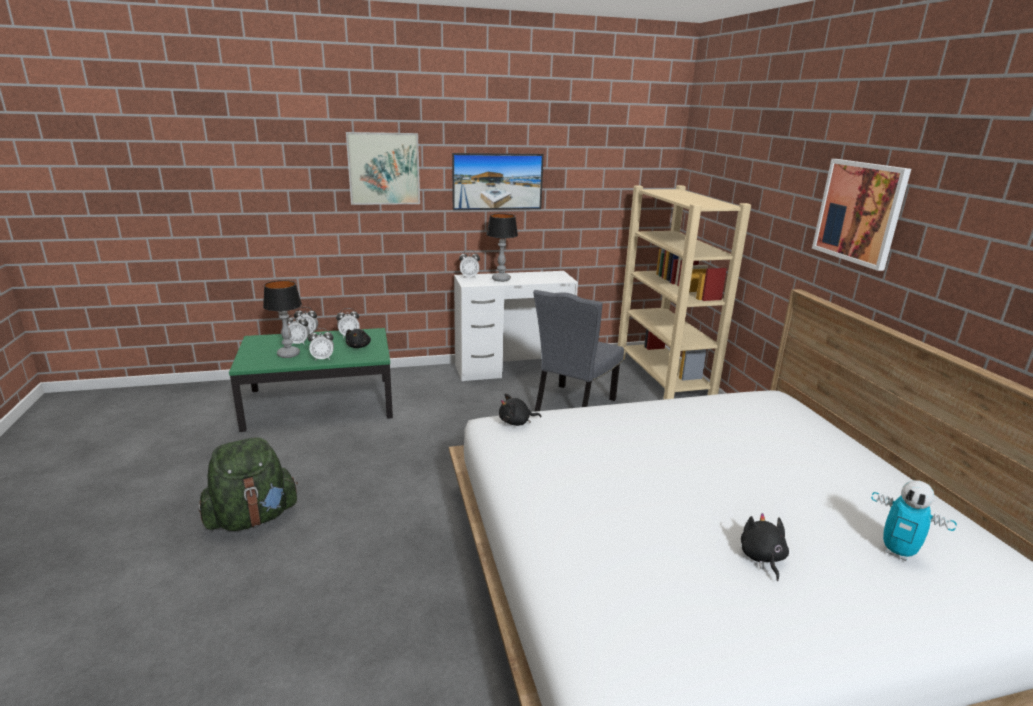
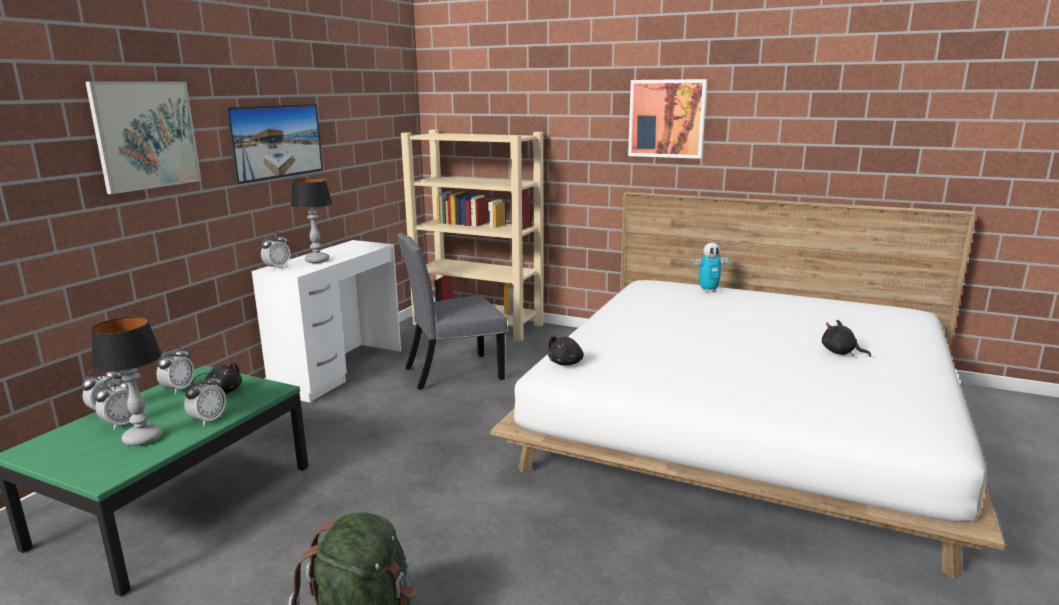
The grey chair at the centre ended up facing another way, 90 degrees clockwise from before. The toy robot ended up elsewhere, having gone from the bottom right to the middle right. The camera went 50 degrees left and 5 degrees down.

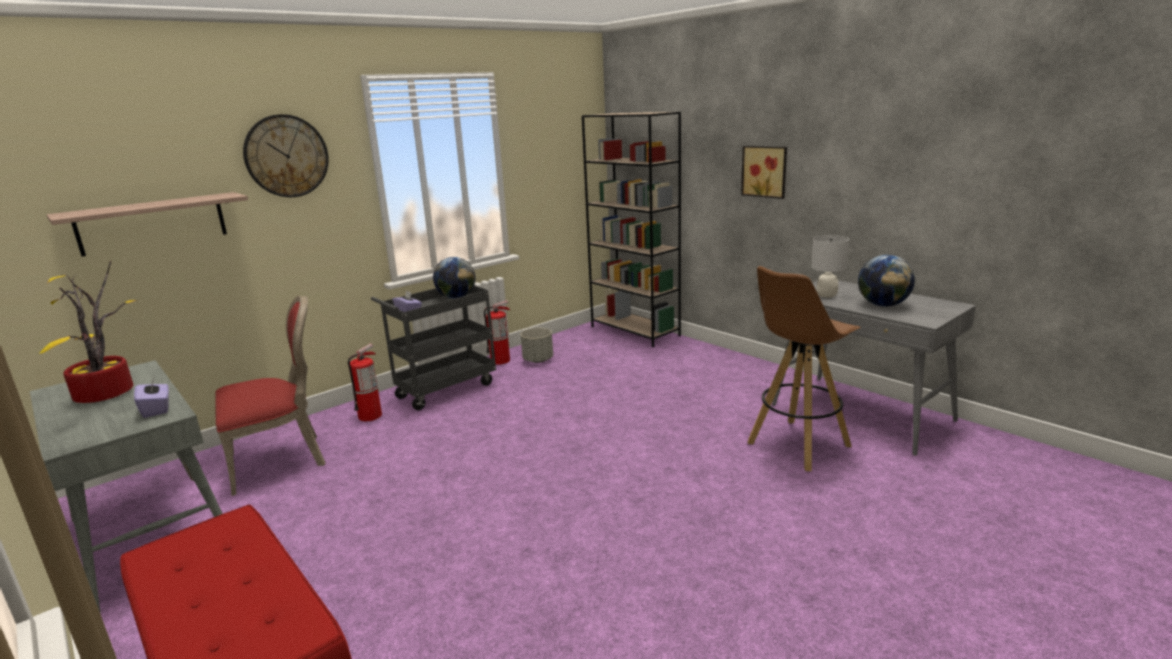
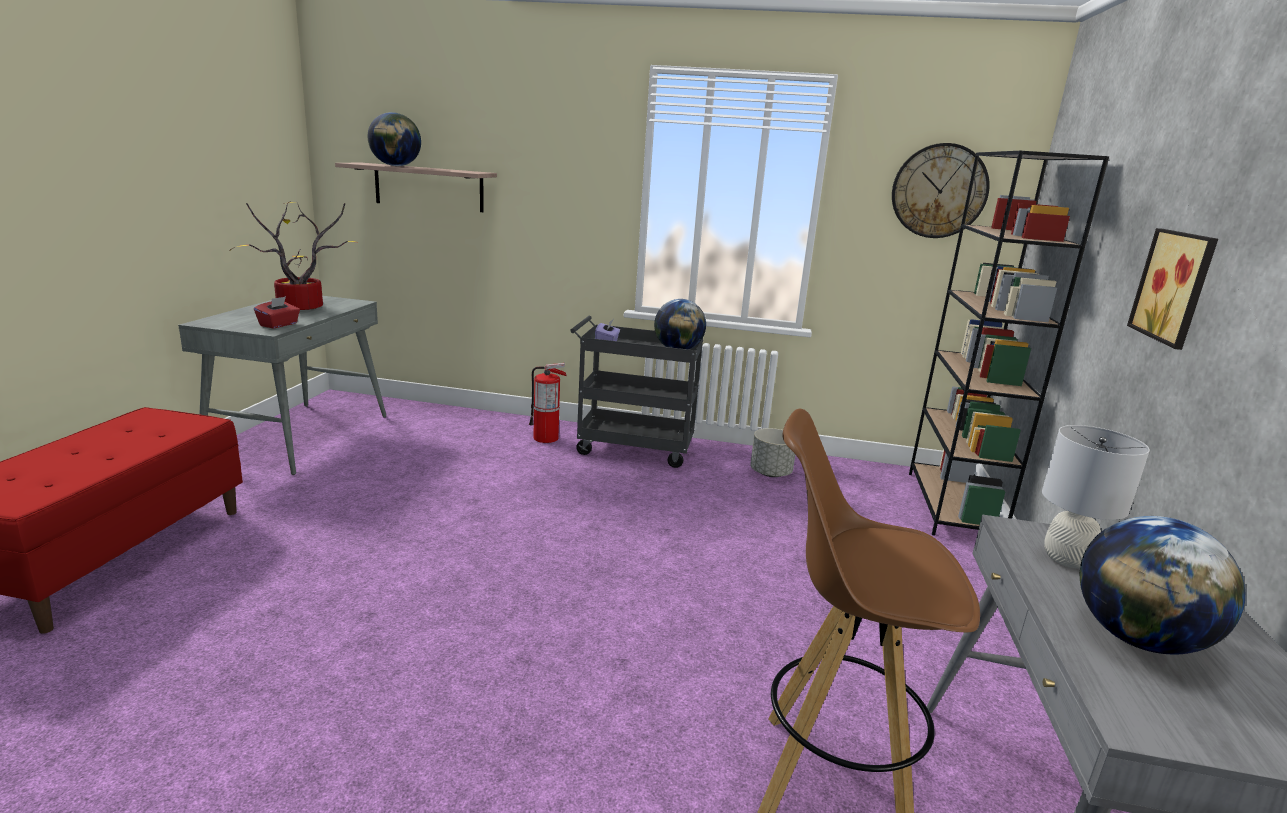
The wall clock ended up elsewhere, having gone from the top left to the top right. The second view lost the red chair at the middle left. The second view lost the fire extinguisher (no. 2 from left) at the centre. What was the purple tissue box (no. 1 from left) at the middle left turned into the red tissue box at the middle left. The second view gained the globe (no. 1 from left) at the top left. The camera went 50 degrees right and 0 degrees up.

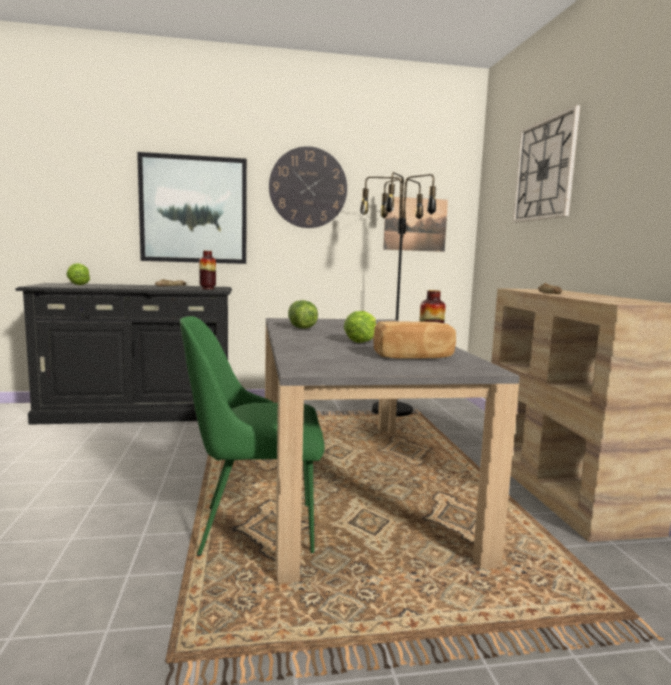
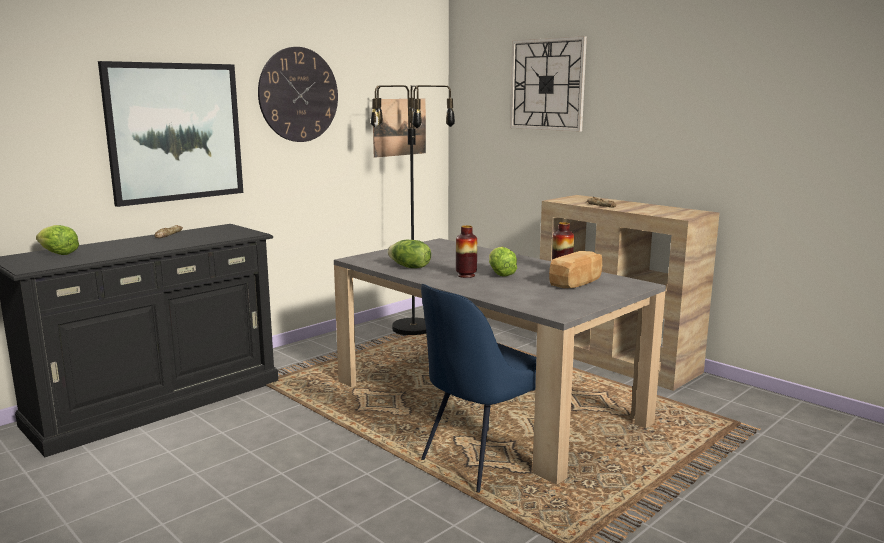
The vase (no. 1 from left) ended up elsewhere, having gone from the middle left to the centre. What was the green chair at the centre turned into the blue chair at the bottom centre. The camera went 35 degrees left and 5 degrees up.

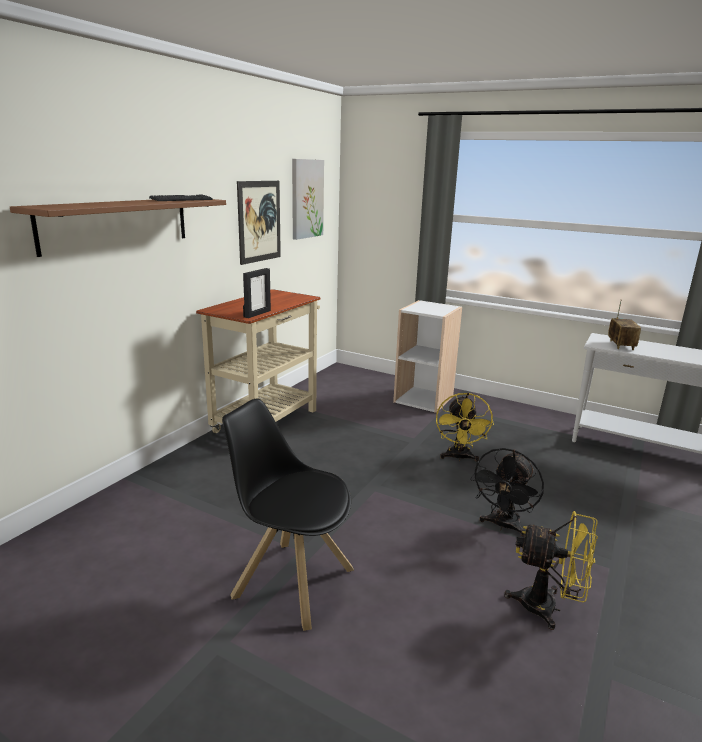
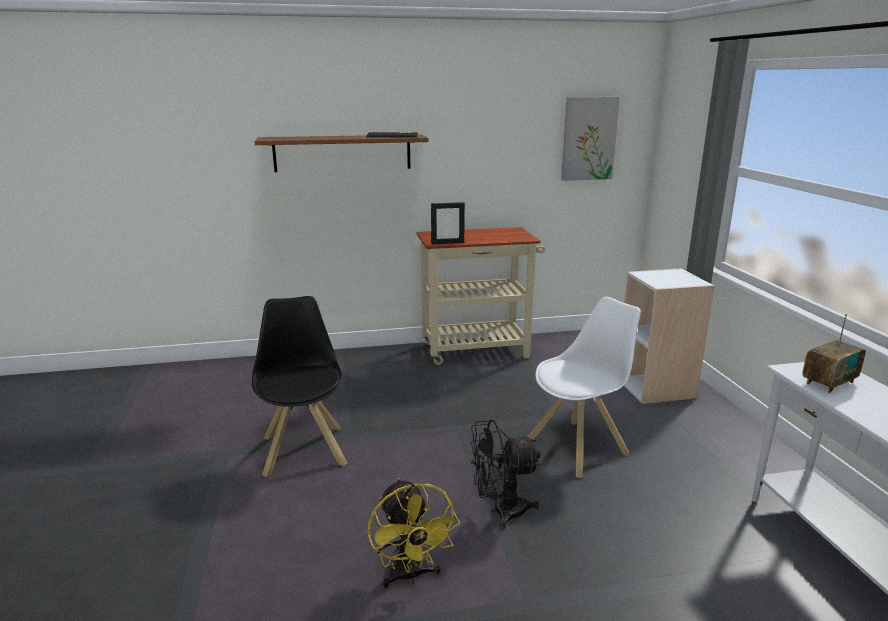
The second view lost the picture (no. 1 from left) at the top centre. Where the yellow fan (no. 1 from left) stood at the centre, the white chair came to stand at the centre. The camera went 50 degrees right and 0 degrees up.

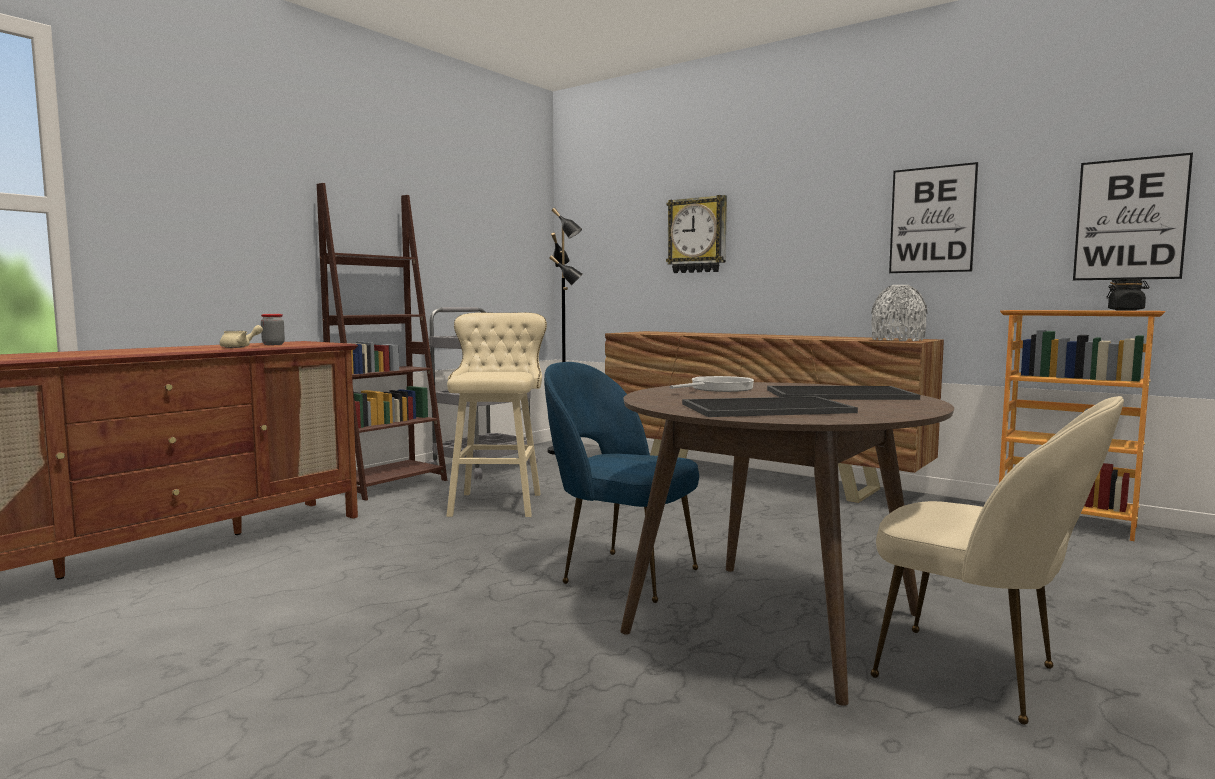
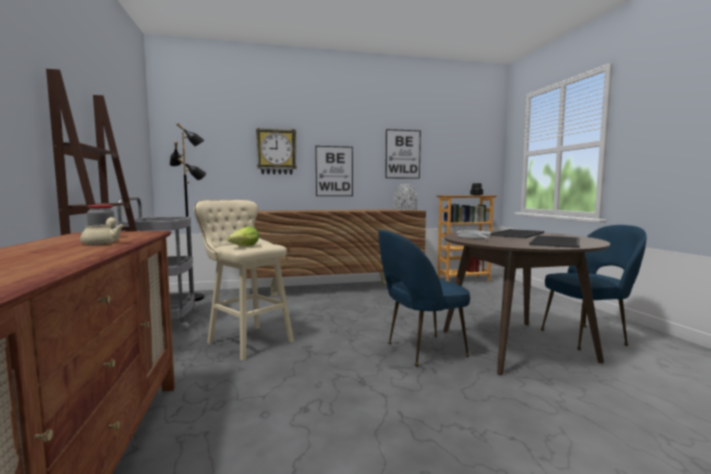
The picture (no. 2 from left in the first image) ended up elsewhere, having gone from the top right to the centre. What was the beige chair at the bottom right turned into the blue chair (no. 2 from left) at the middle right. The second view gained the lettuce at the centre. The camera went 50 degrees left and 0 degrees up.

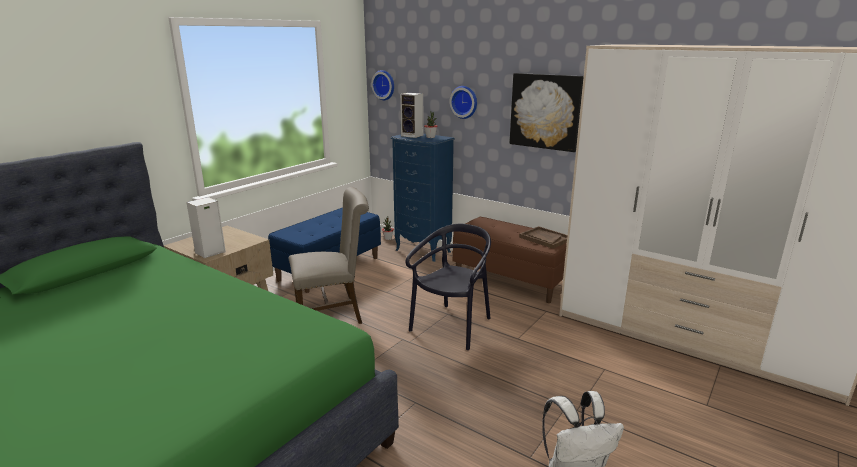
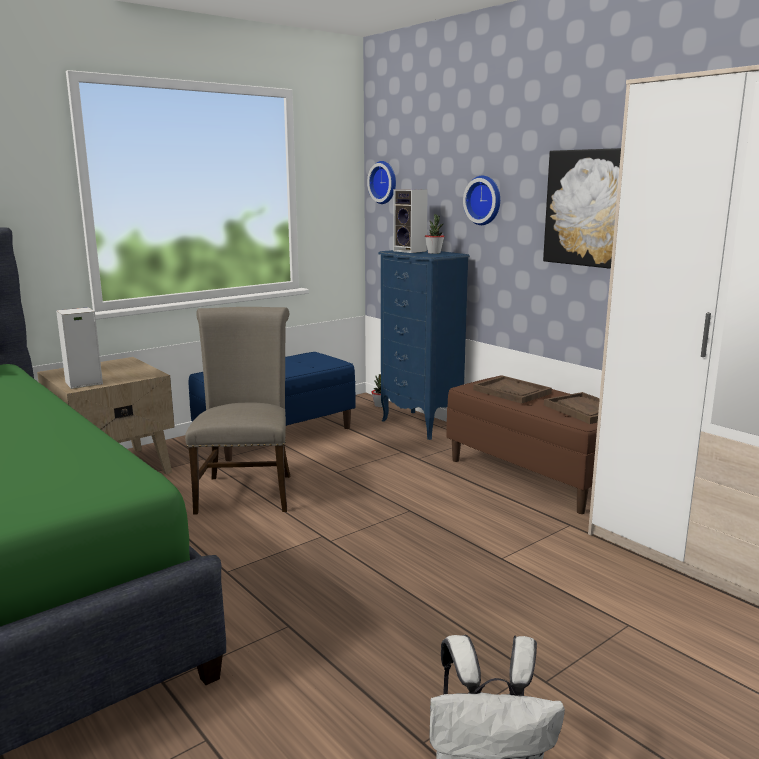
The beige chair at the centre ended up facing another way, 90 degrees counterclockwise from before. The second view lost the black chair at the centre. The second view gained the brown tray (no. 1 from left) at the middle right. The camera went 15 degrees right and 5 degrees down.

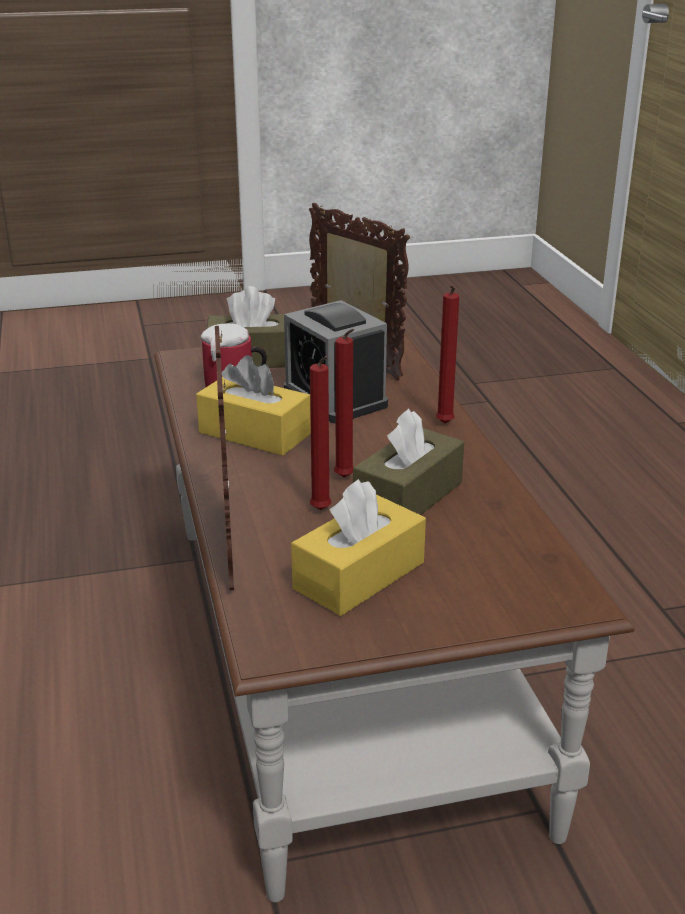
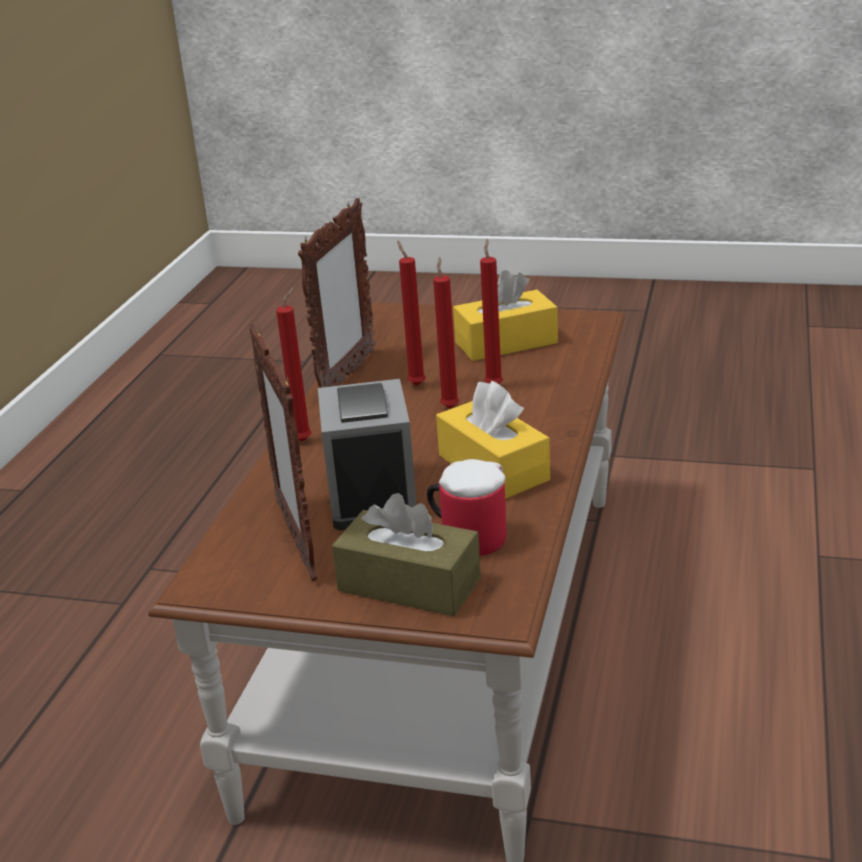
The picture frame (no. 1 from left in the first image) ended up elsewhere, having gone from the middle left to the centre. Where the brown tissue box (no. 2 from left) stood at the centre, the red candle (no. 2 from left) came to stand at the centre. The camera went 150 degrees left and 0 degrees up.

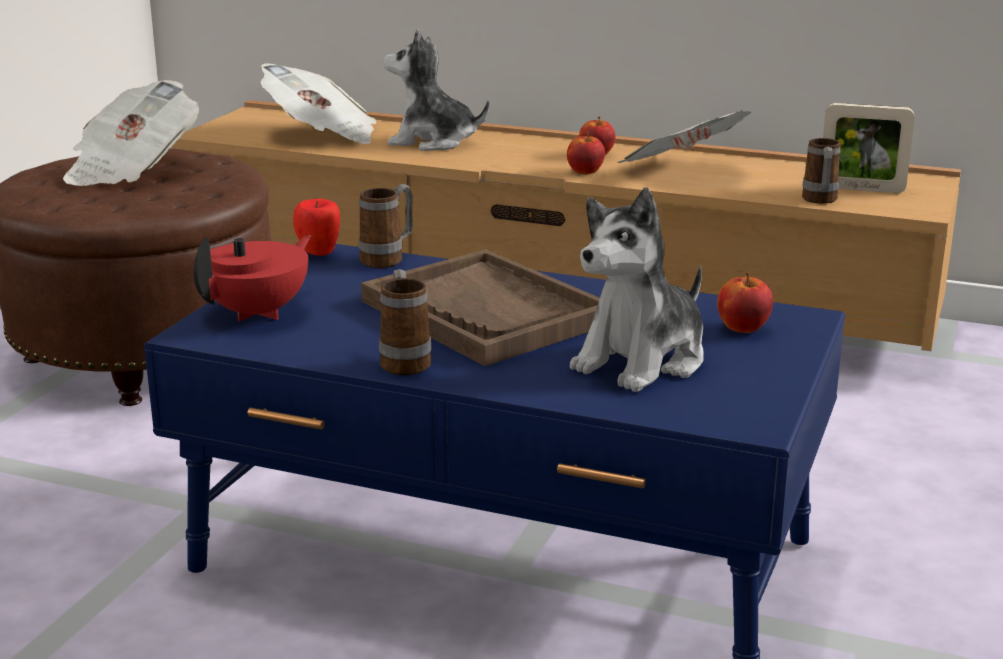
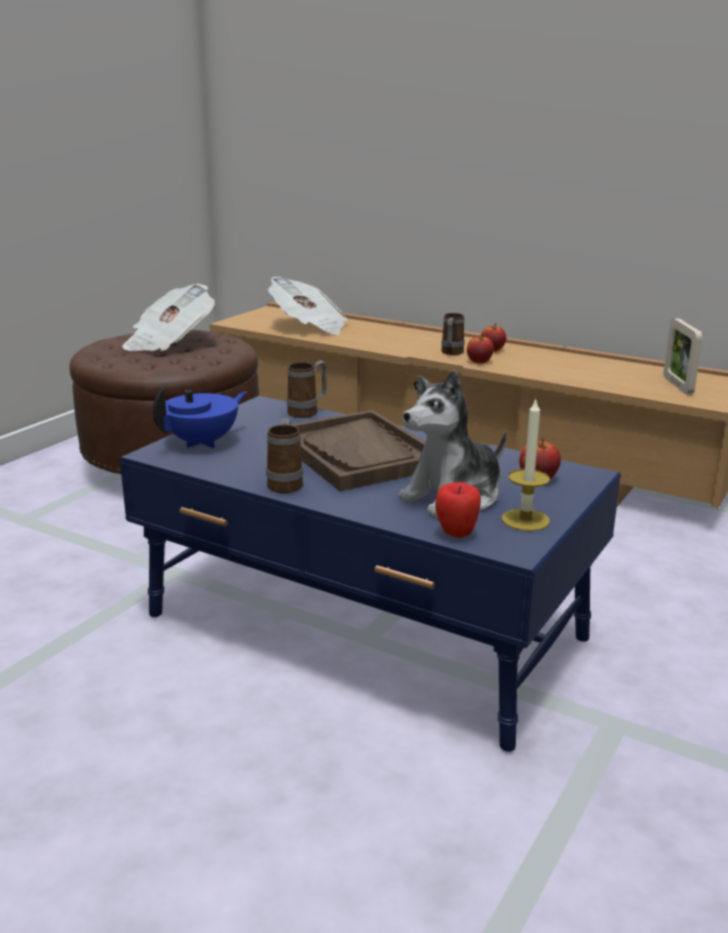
The second view lost the plush toy (no. 1 from left) at the top centre. The picture frame at the top right ended up facing another way, 60 degrees clockwise from before. The second view lost the newspaper (no. 3 from left) at the top right. The mug (no. 3 from left) ended up elsewhere, having gone from the top right to the centre. The apple (no. 1 from left) ended up elsewhere, having gone from the middle left to the centre. What was the red teapot at the middle left turned into the blue teapot at the middle left. The second view gained the candle at the middle right. The camera went 10 degrees right and 0 degrees up.

